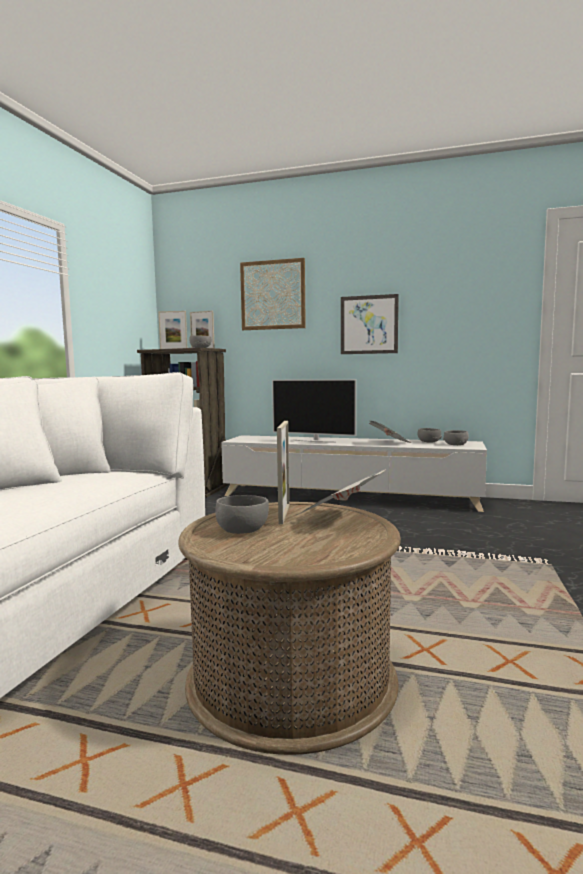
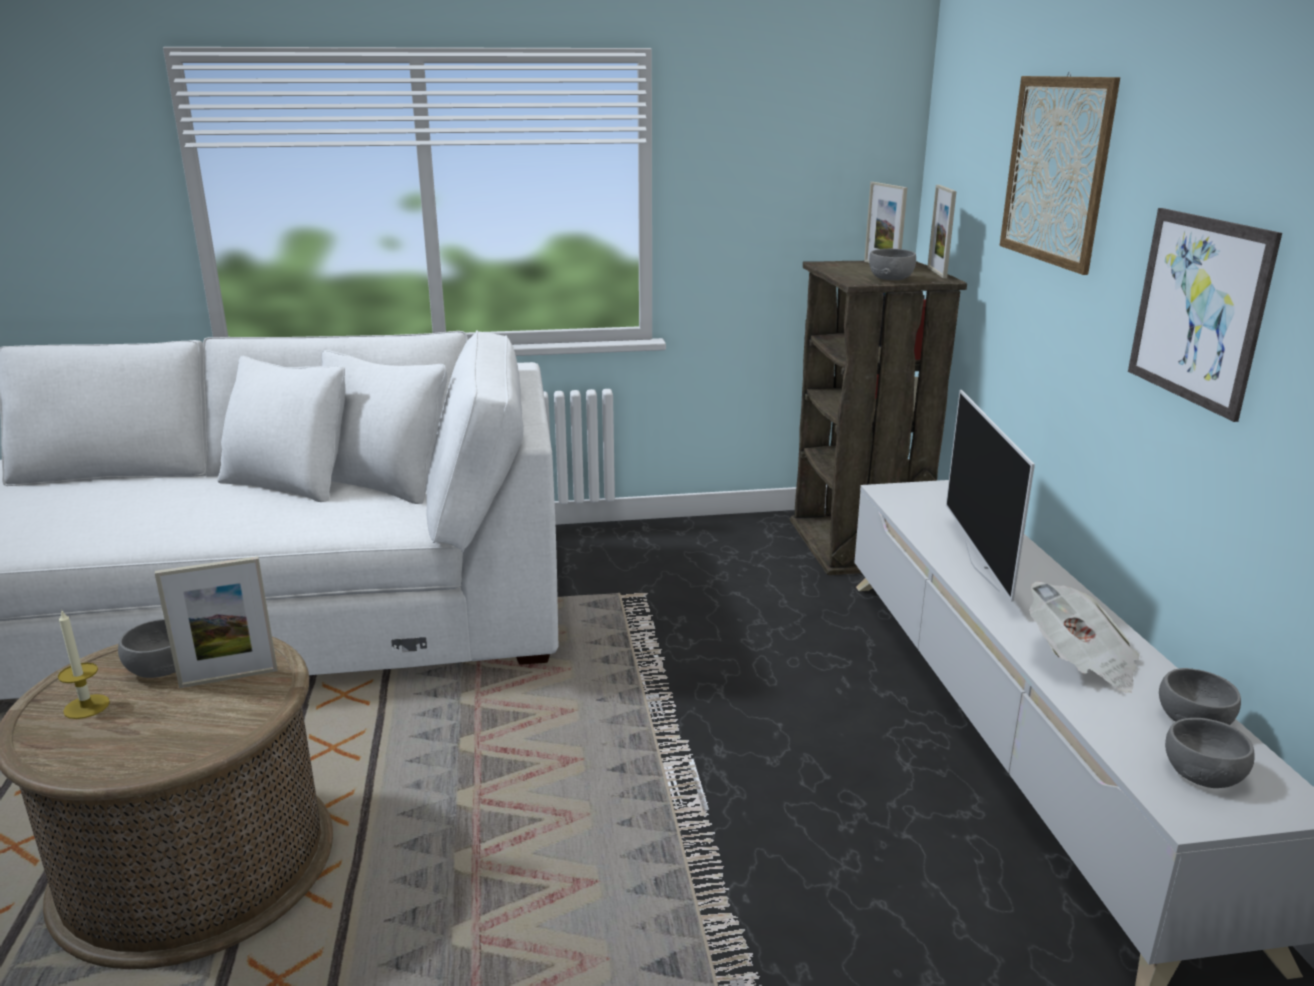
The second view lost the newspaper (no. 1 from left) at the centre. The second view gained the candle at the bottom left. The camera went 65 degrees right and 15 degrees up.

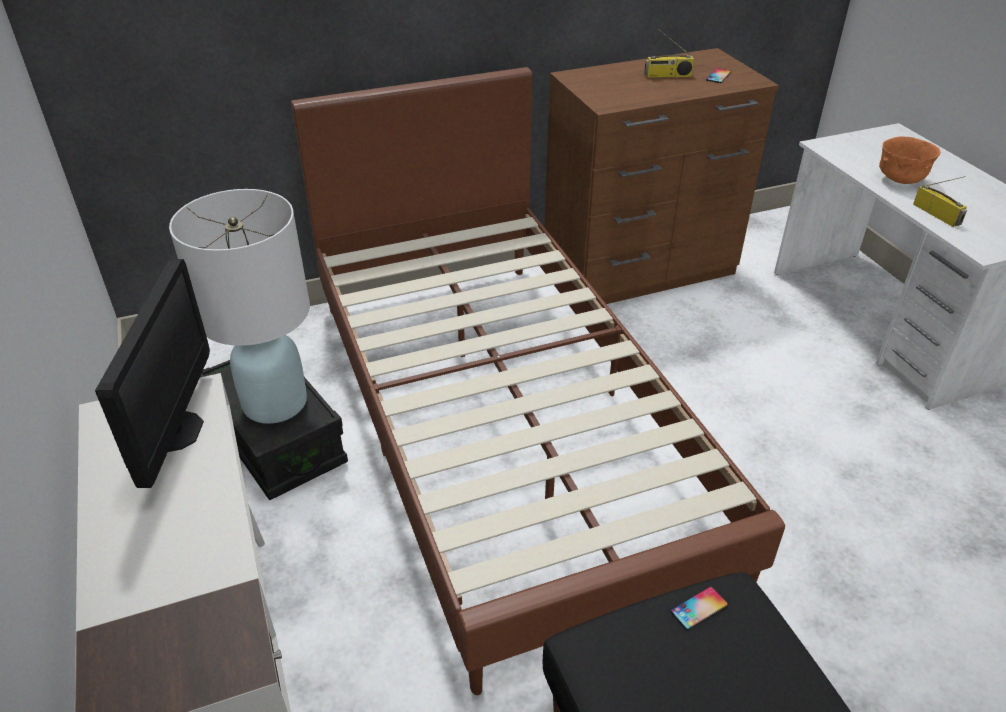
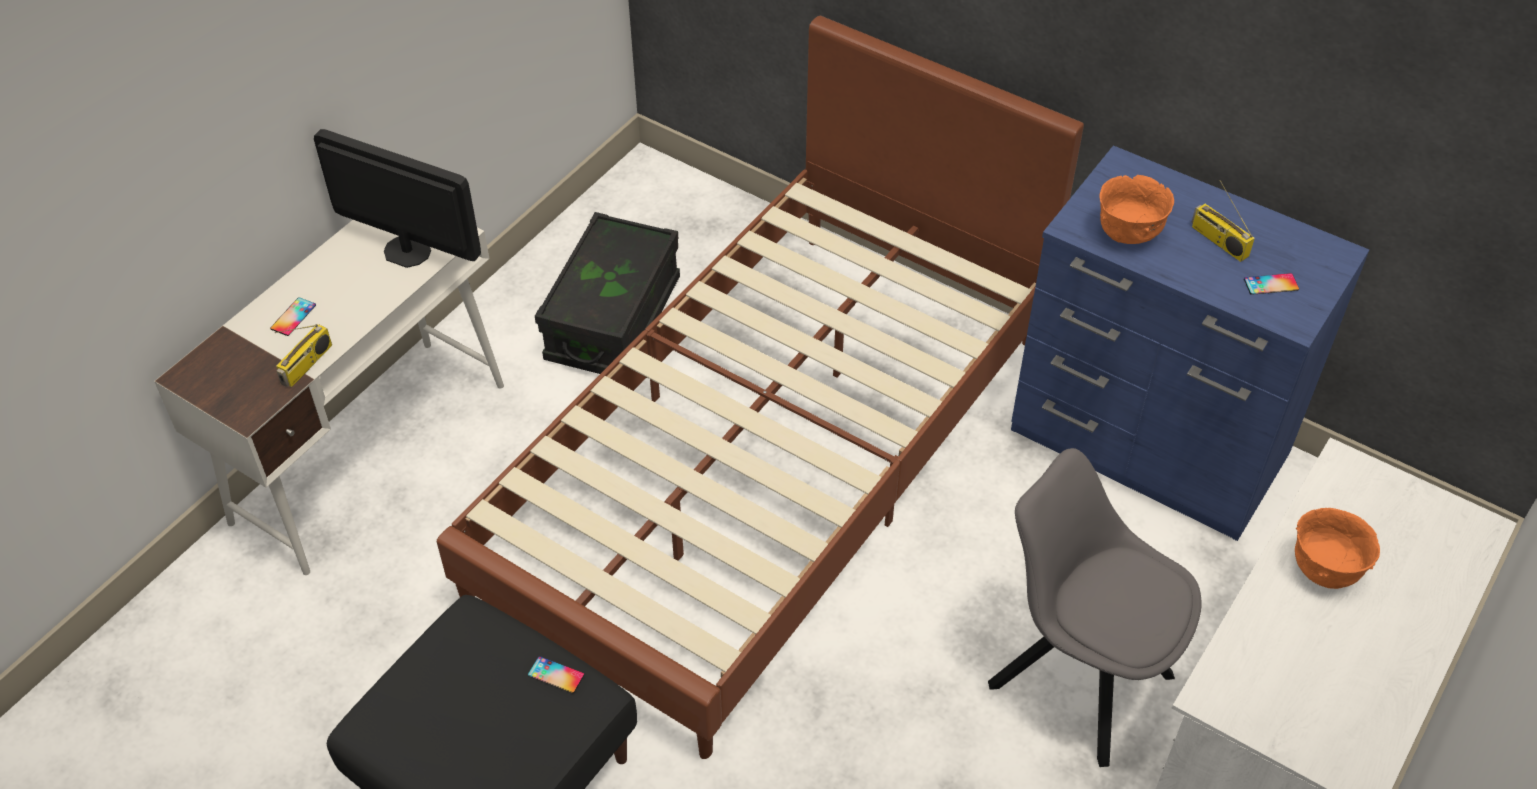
What was the brown dresser at the top centre turned into the blue dresser at the middle right. The radio (no. 2 from left in the first image) ended up elsewhere, having gone from the top right to the middle left. The second view lost the white table lamp at the middle left. The monitor at the middle left ended up facing another way, 120 degrees counterclockwise from before. The second view gained the orange bowl (no. 1 from left) at the top right. The second view gained the phone (no. 1 from left) at the middle left. The second view gained the grey chair at the bottom right. The camera went 55 degrees right and 10 degrees up.

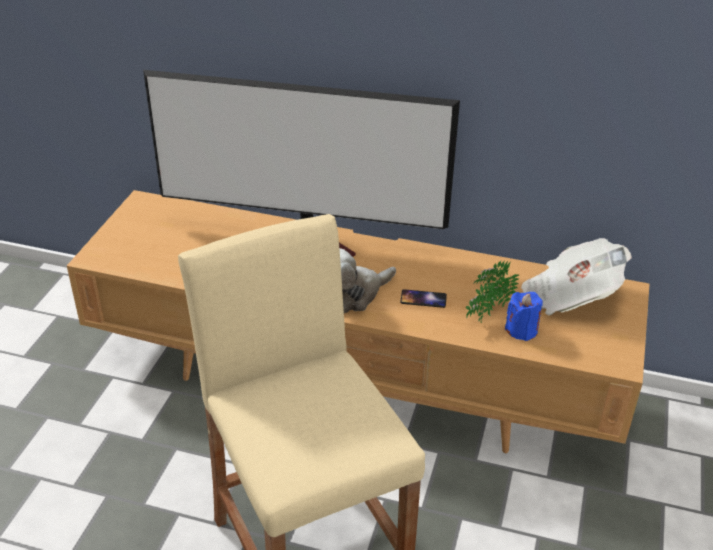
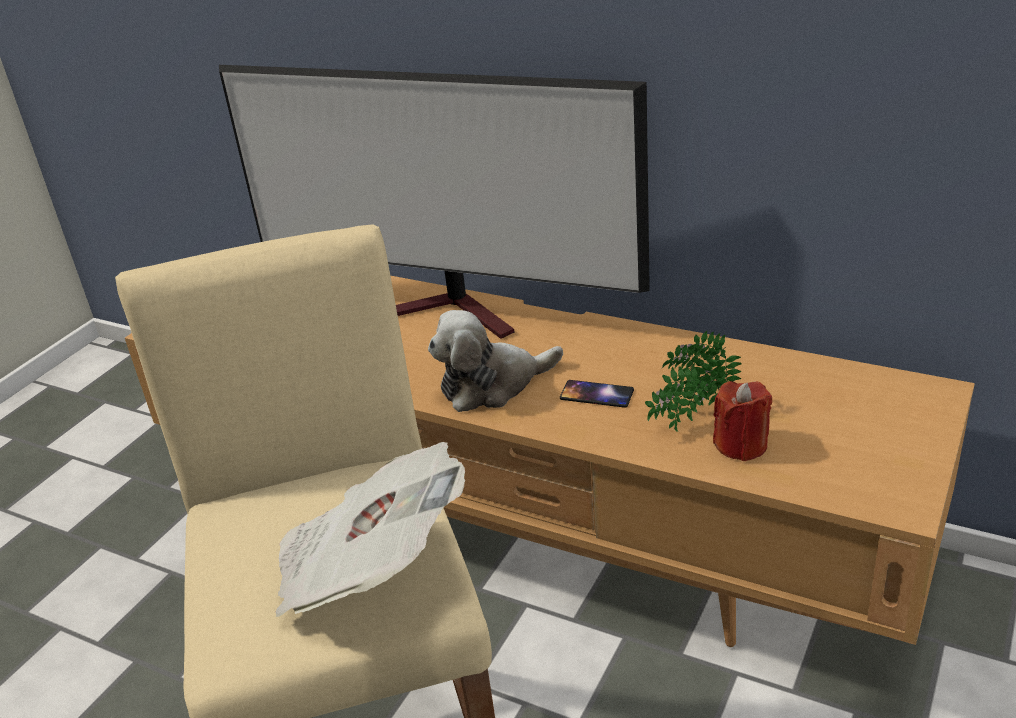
The newspaper ended up elsewhere, having gone from the middle right to the bottom centre. What was the blue candle at the middle right turned into the red candle at the middle right. The camera went 15 degrees right and 5 degrees down.

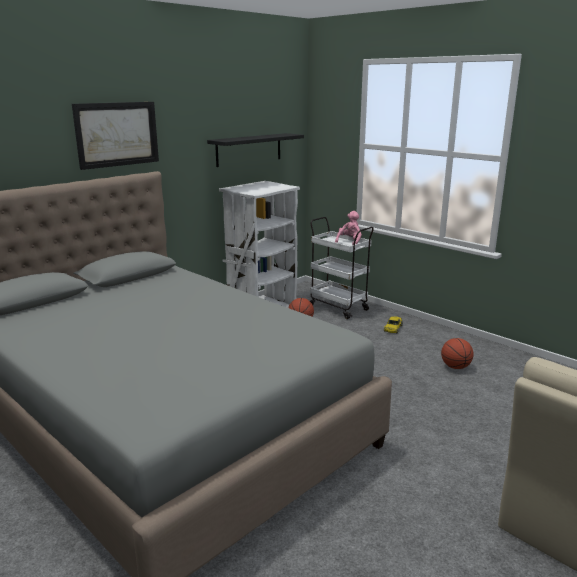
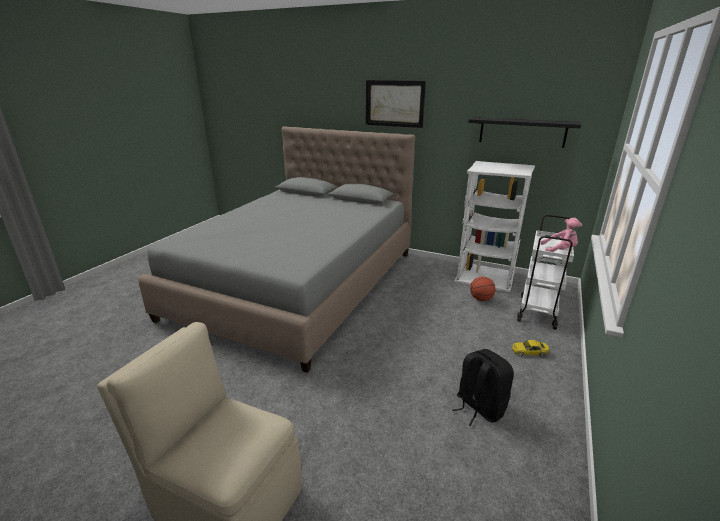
Where the basketball (no. 2 from left) stood at the middle right, the black backpack came to stand at the bottom right. The camera went 70 degrees right and 5 degrees up.

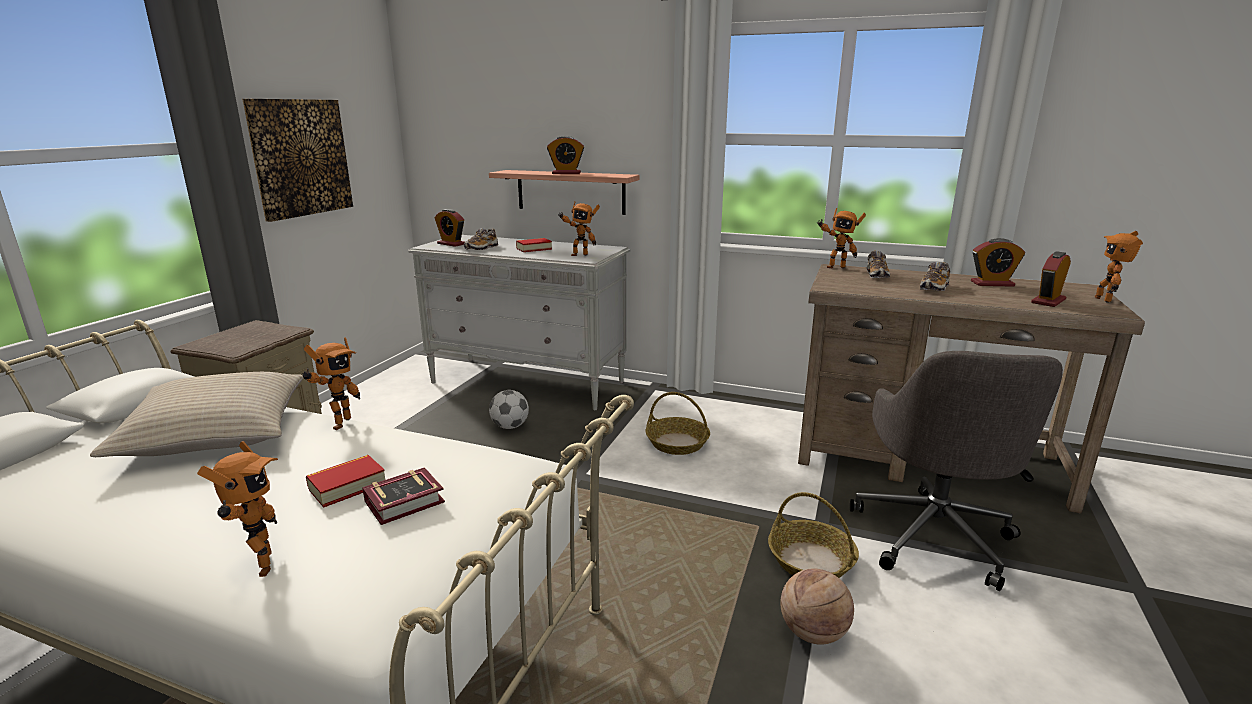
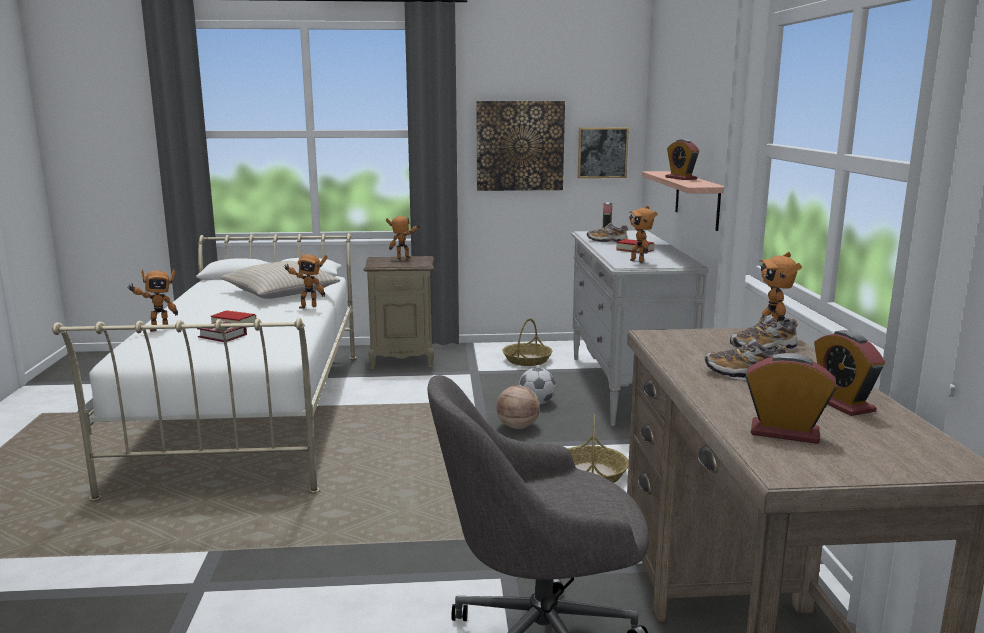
The toy robot (no. 5 from left in the first image) ended up elsewhere, having gone from the middle right to the centre. The basket (no. 2 from left in the first image) ended up elsewhere, having gone from the bottom centre to the centre. The basketball ended up elsewhere, having gone from the bottom centre to the centre. The second view gained the picture (no. 2 from left) at the top centre. The camera went 65 degrees right and 5 degrees down.

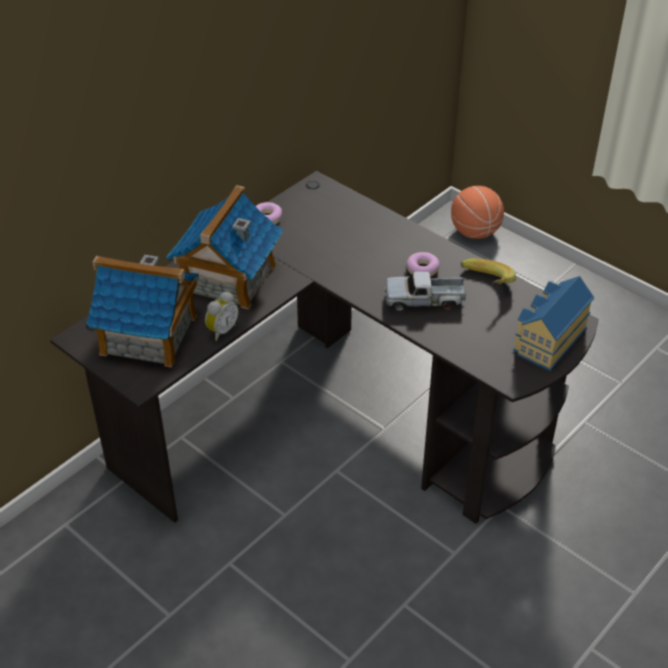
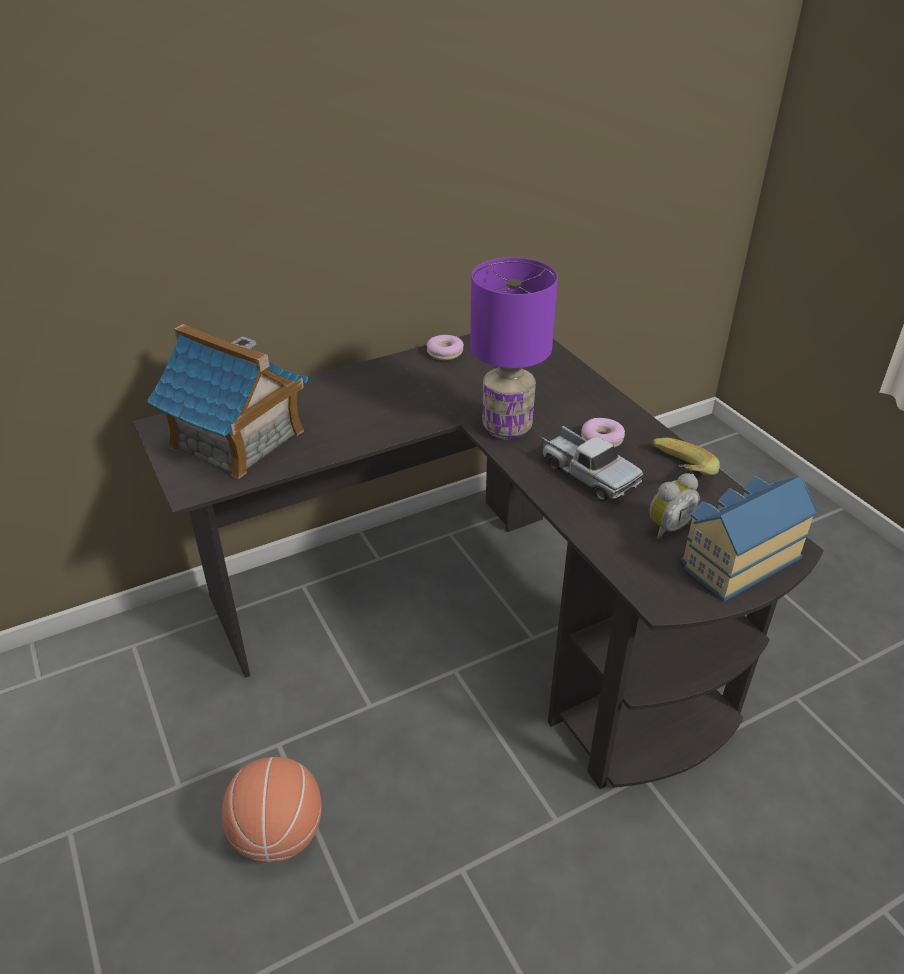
The second view lost the toy house (no. 2 from left) at the centre. The basketball ended up elsewhere, having gone from the top right to the bottom left. The toy truck at the centre ended up facing another way, 150 degrees counterclockwise from before. The alarm clock ended up elsewhere, having gone from the middle left to the middle right. The second view gained the purple table lamp at the centre. The camera went 20 degrees right and 5 degrees down.

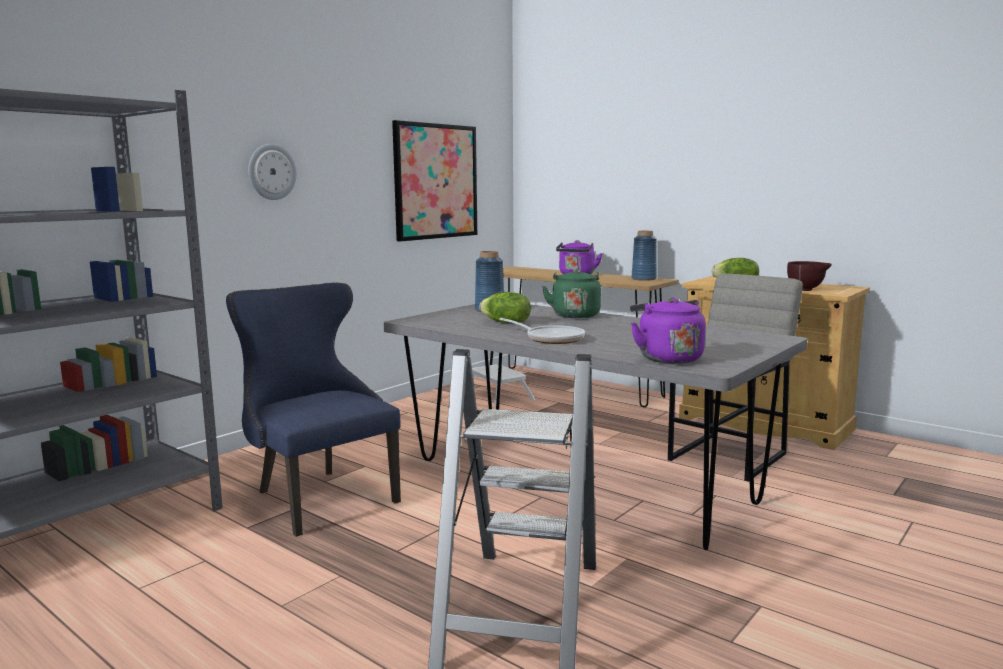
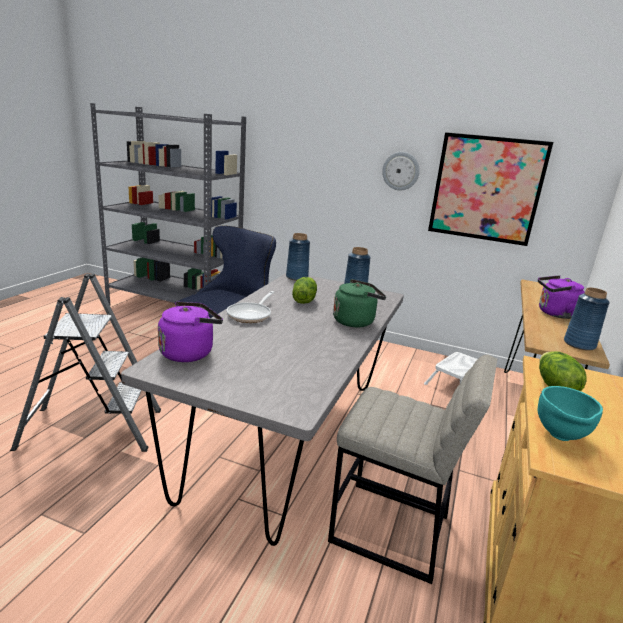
The wall clock ended up elsewhere, having gone from the top left to the top centre. What was the brown bowl at the middle right turned into the turquoise bowl at the middle right. The second view gained the blue vase (no. 1 from left) at the centre. The camera went 70 degrees right and 10 degrees up.

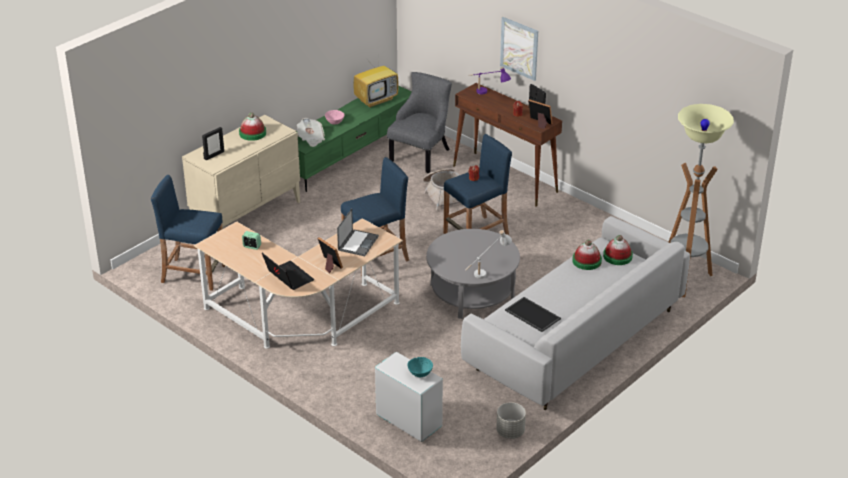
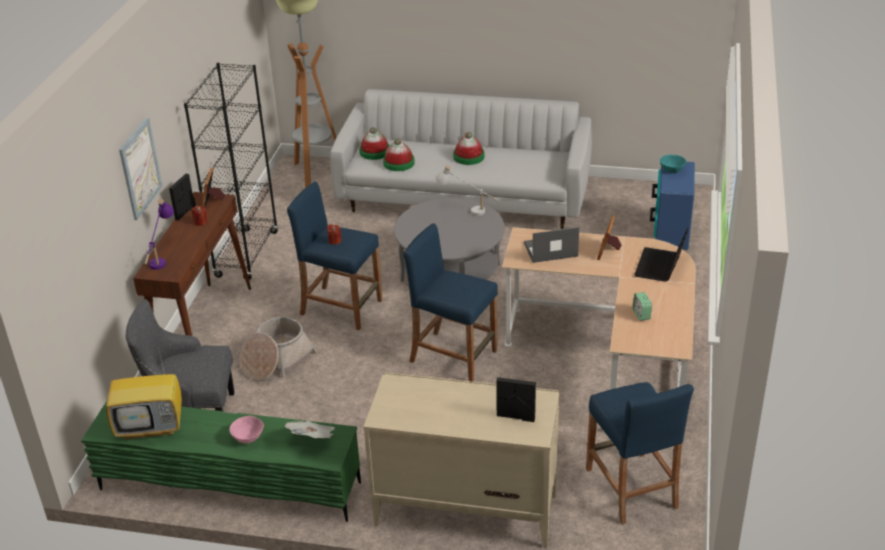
The television at the top centre ended up facing another way, 150 degrees clockwise from before. The hat (no. 1 from left in the first image) ended up elsewhere, having gone from the top left to the top centre. The second view lost the tray at the centre. What was the white nightstand at the bottom centre turned into the blue nightstand at the middle right. The second view lost the grey planter at the bottom centre. The second view gained the black bookcase at the top left. The camera went 120 degrees left and 0 degrees up.

